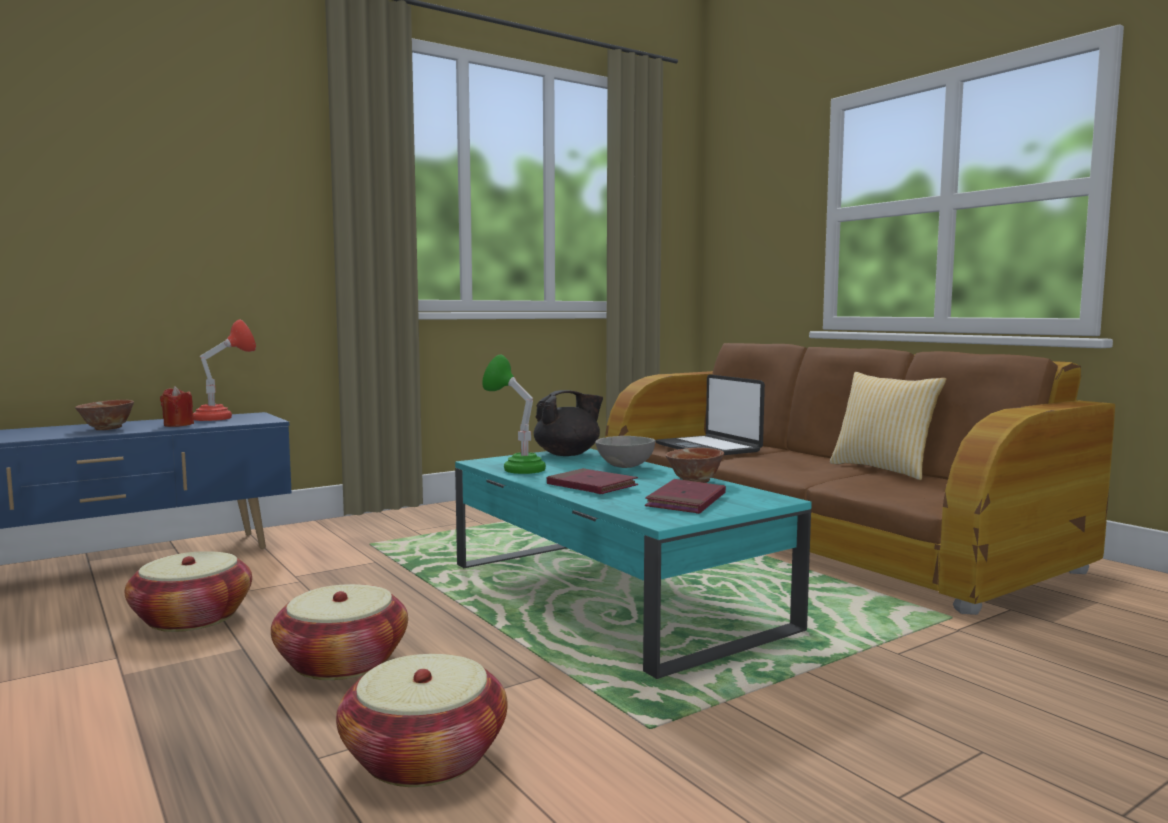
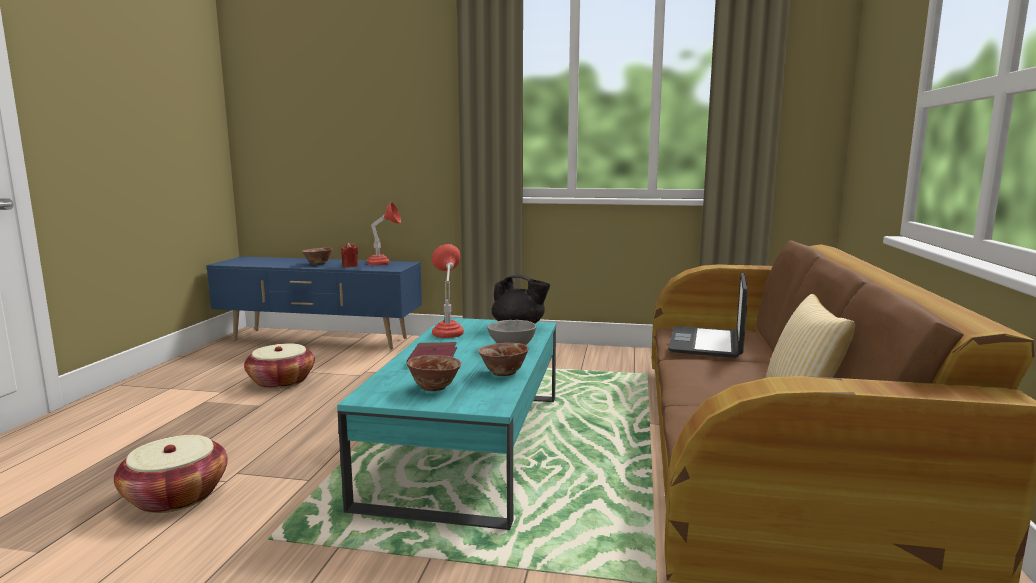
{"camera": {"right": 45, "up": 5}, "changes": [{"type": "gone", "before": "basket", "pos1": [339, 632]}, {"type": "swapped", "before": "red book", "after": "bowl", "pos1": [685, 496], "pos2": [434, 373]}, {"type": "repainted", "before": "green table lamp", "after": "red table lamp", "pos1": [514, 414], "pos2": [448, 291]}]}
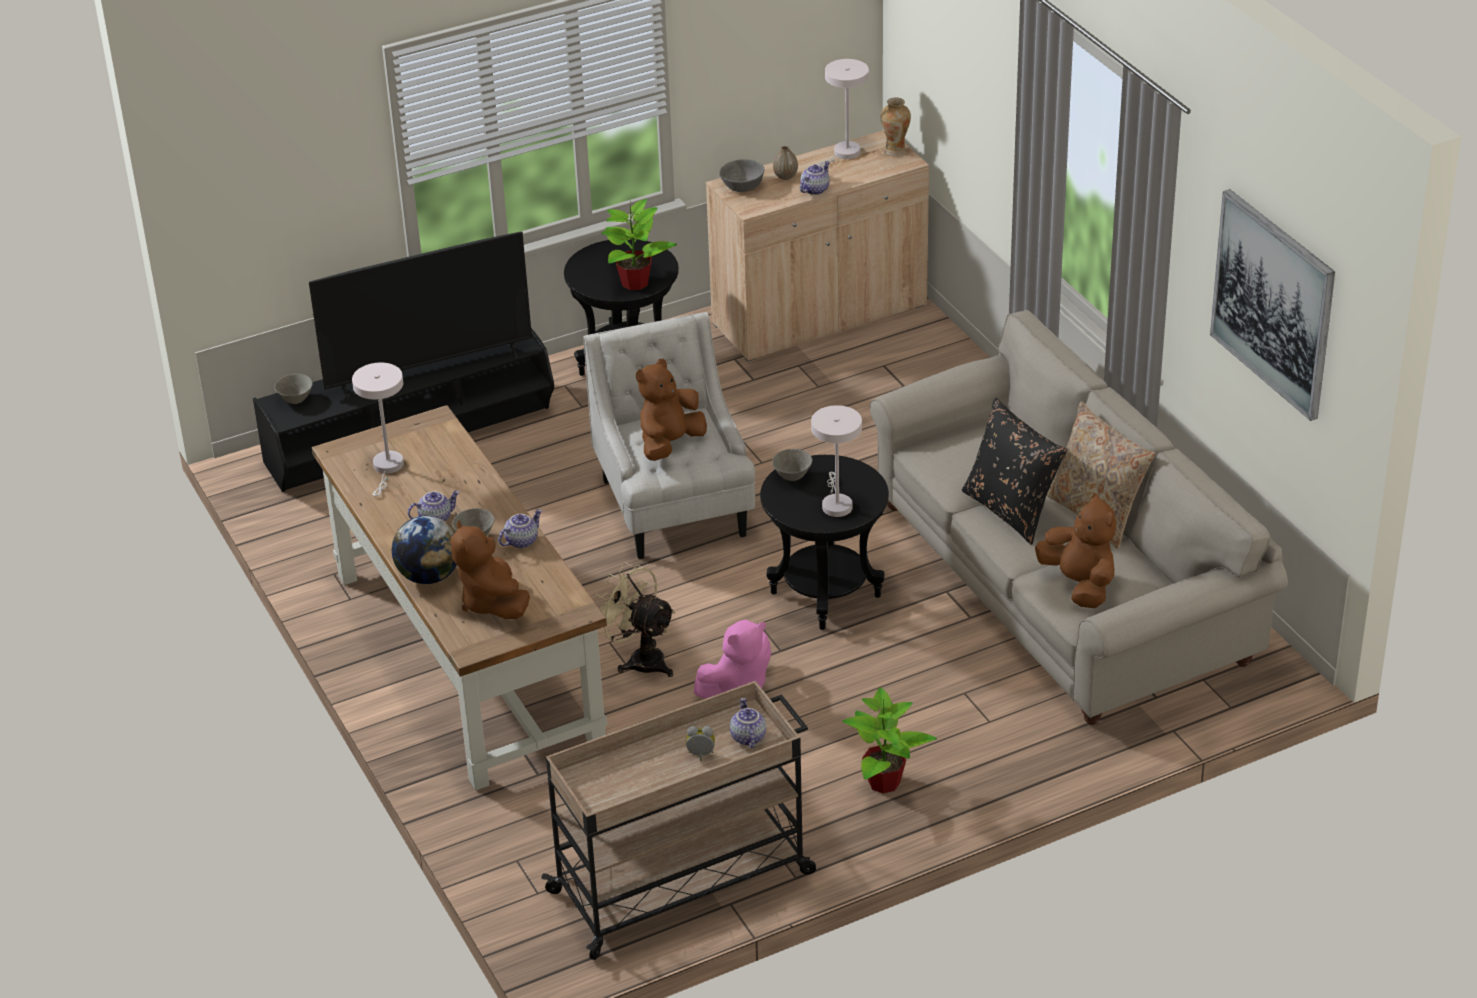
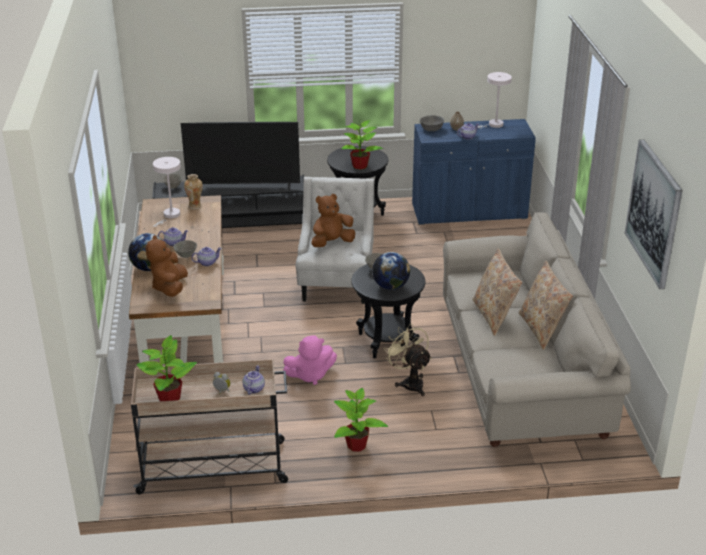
{"camera": {"right": 20, "up": -5}, "changes": [{"type": "gone", "before": "brown plush toy", "pos1": [1075, 550]}, {"type": "new", "after": "potted plant", "pos2": [167, 368]}, {"type": "shifted", "before": "beige fan", "pos1": [635, 620], "pos2": [408, 360]}, {"type": "shifted", "before": "vase", "pos1": [896, 126], "pos2": [193, 192]}, {"type": "swapped", "before": "white table lamp", "after": "globe", "pos1": [836, 461], "pos2": [391, 271]}, {"type": "repainted", "before": "beige cabinet", "after": "blue cabinet", "pos1": [817, 246], "pos2": [474, 172]}, {"type": "repainted", "before": "black pillow", "after": "beige pillow", "pos1": [1014, 471], "pos2": [497, 292]}]}
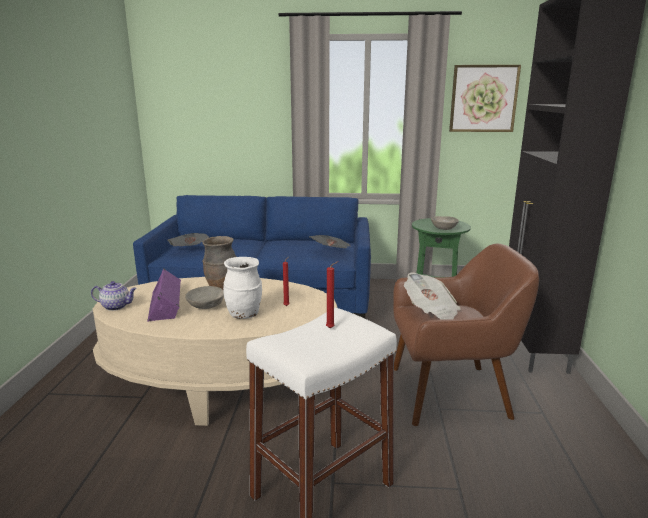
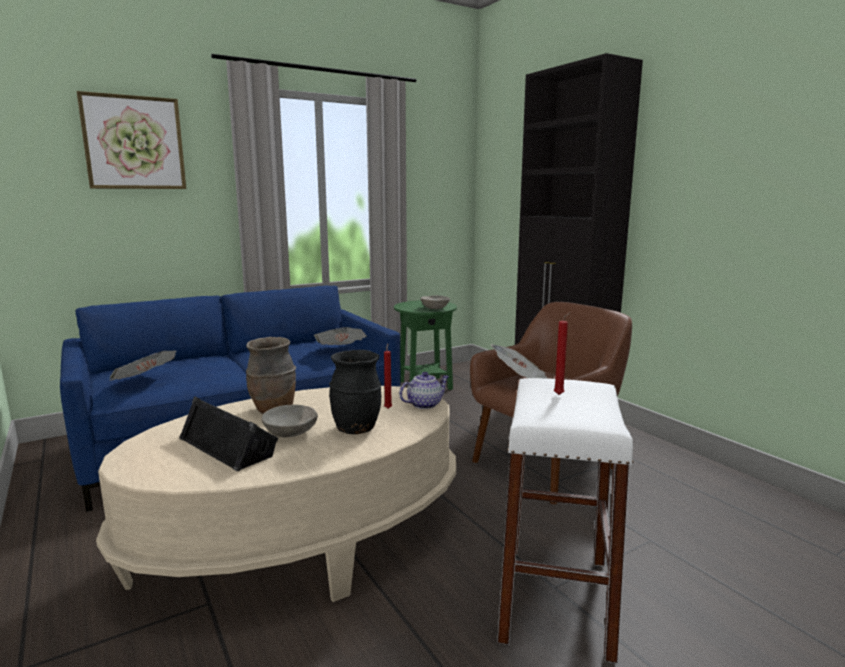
{"camera": {"right": -35, "up": -5}, "changes": [{"type": "shifted", "before": "teapot", "pos1": [114, 296], "pos2": [424, 390]}, {"type": "shifted", "before": "picture", "pos1": [485, 98], "pos2": [131, 140]}, {"type": "repainted", "before": "purple speaker", "after": "black speaker", "pos1": [164, 295], "pos2": [228, 433]}, {"type": "repainted", "before": "white vase", "after": "black vase", "pos1": [242, 288], "pos2": [355, 392]}]}
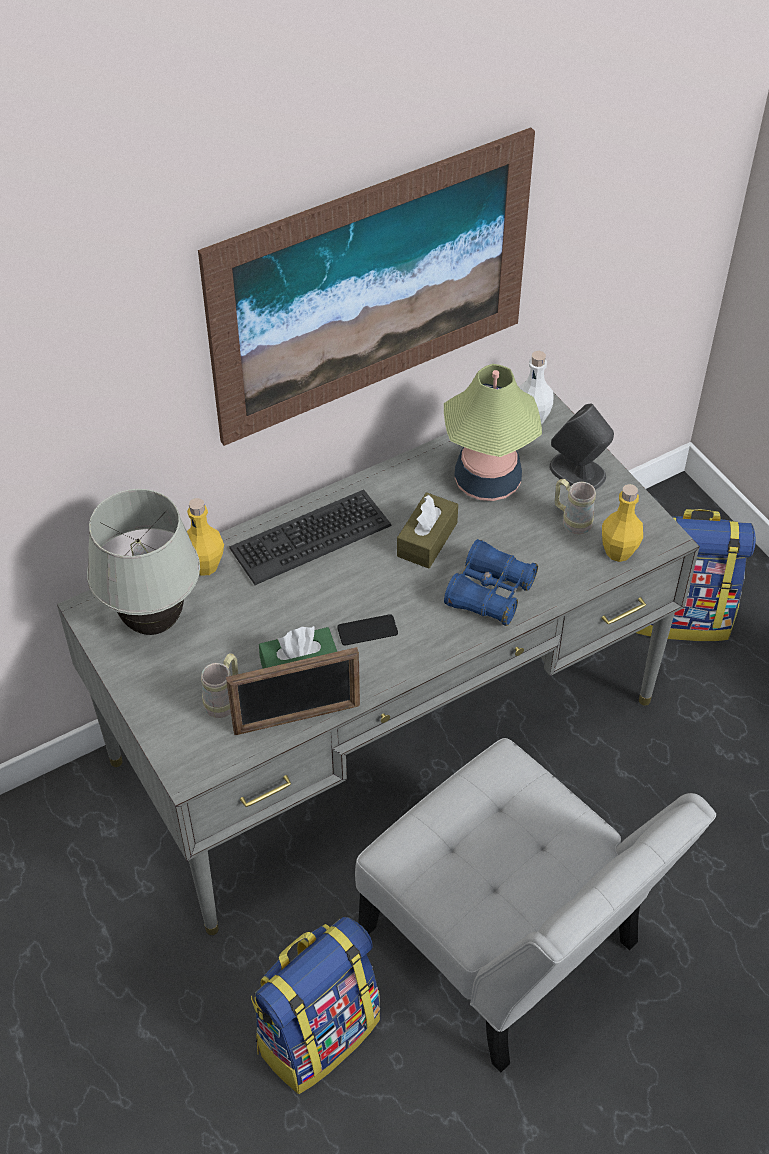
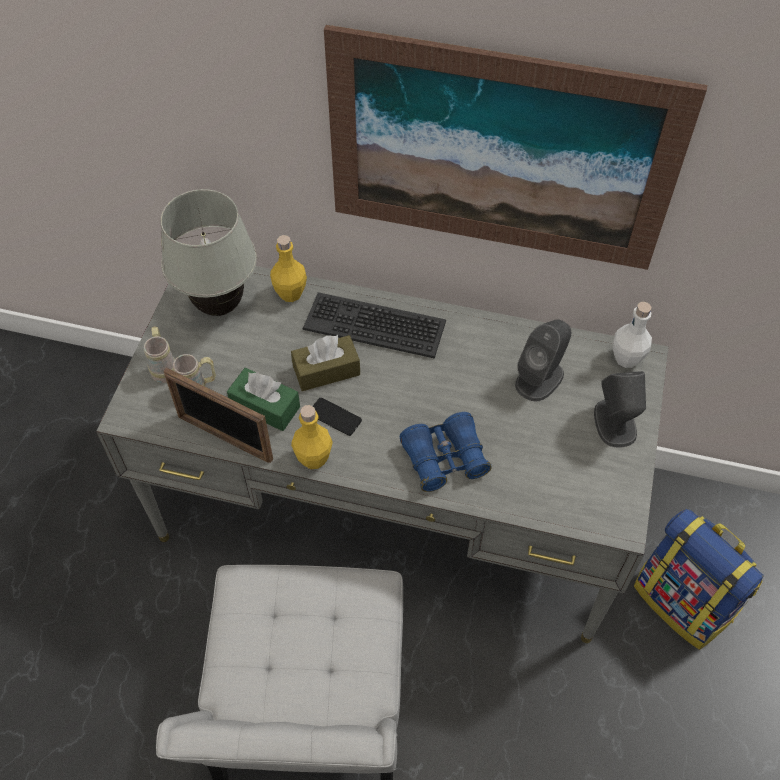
{"camera": {"right": 45, "up": 5}, "changes": [{"type": "gone", "before": "backpack", "pos1": [315, 1005]}, {"type": "shifted", "before": "brown tissue box", "pos1": [427, 530], "pos2": [325, 363]}, {"type": "shifted", "before": "beige mug", "pos1": [575, 506], "pos2": [159, 354]}, {"type": "shifted", "before": "yellow bottle", "pos1": [622, 523], "pos2": [312, 437]}, {"type": "swapped", "before": "table lamp", "after": "grey speaker", "pos1": [493, 432], "pos2": [543, 360]}]}
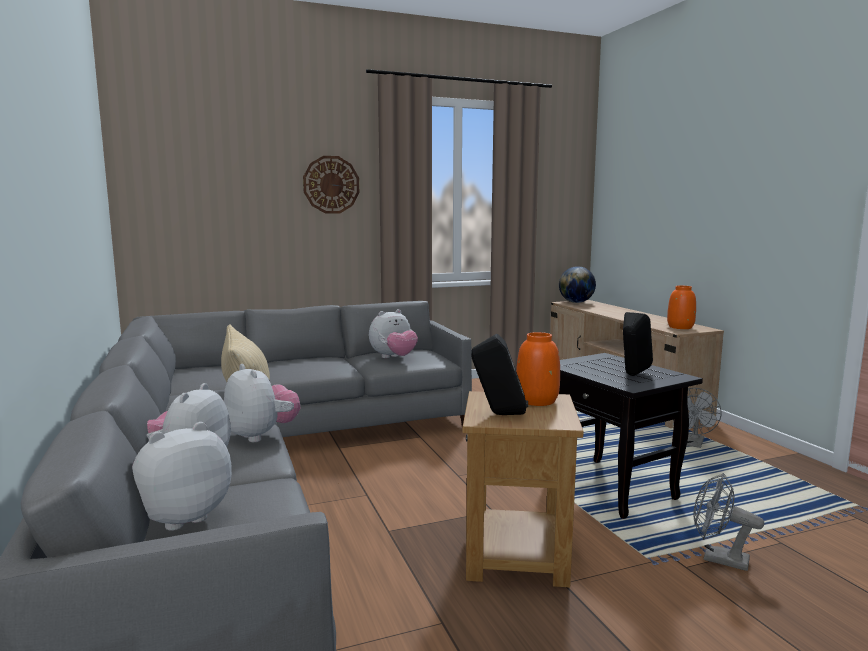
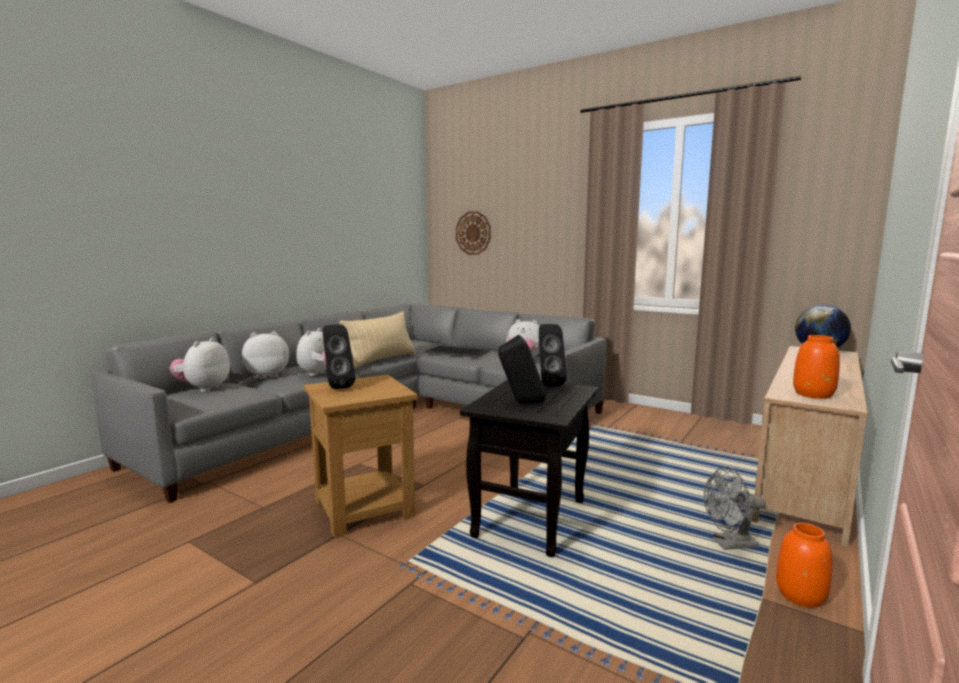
{"camera": {"right": 55, "up": 0}, "changes": [{"type": "gone", "before": "grey fan", "pos1": [728, 522]}, {"type": "new", "after": "tray", "pos2": [457, 351]}, {"type": "new", "after": "black speaker", "pos2": [553, 355]}, {"type": "shifted", "before": "wall clock", "pos1": [331, 184], "pos2": [473, 233]}, {"type": "shifted", "before": "orange vase", "pos1": [538, 369], "pos2": [804, 565]}, {"type": "rotated", "before": "plush toy", "pos1": [182, 476], "pos2": [199, 365], "turn": -90}]}
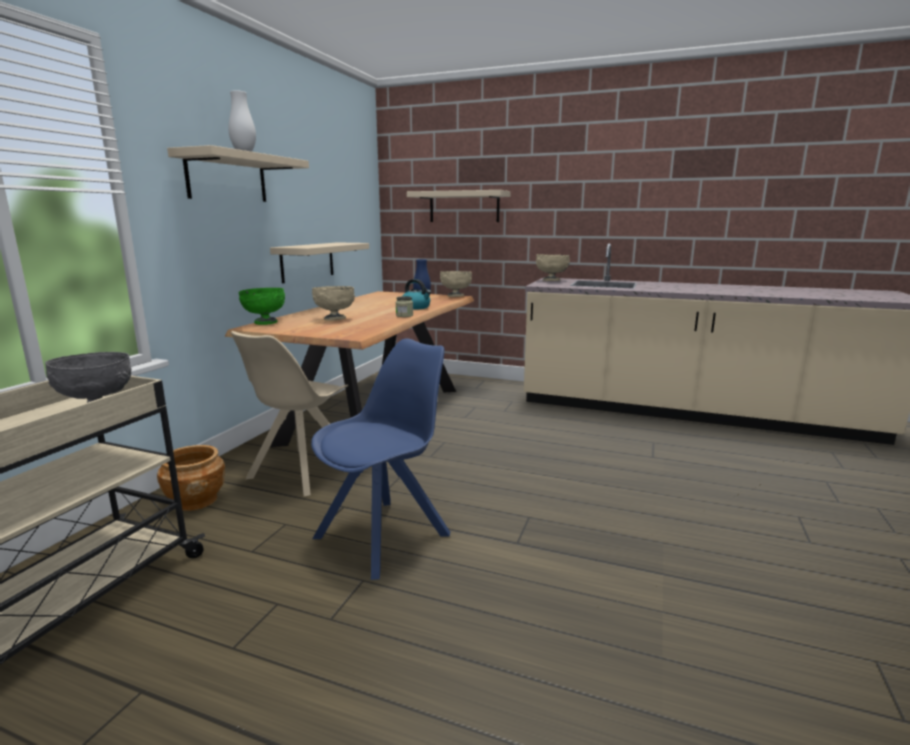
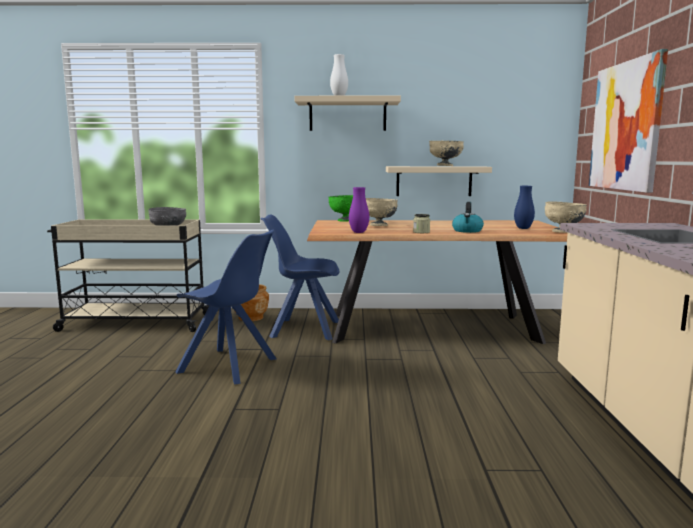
{"camera": {"right": 70, "up": -5}, "changes": [{"type": "new", "after": "purple vase", "pos2": [359, 210]}, {"type": "shifted", "before": "beige bowl", "pos1": [553, 267], "pos2": [446, 153]}, {"type": "swapped", "before": "beige shelf", "after": "picture", "pos1": [458, 206], "pos2": [628, 121]}, {"type": "repainted", "before": "beige chair", "after": "blue chair", "pos1": [289, 413], "pos2": [300, 277]}]}
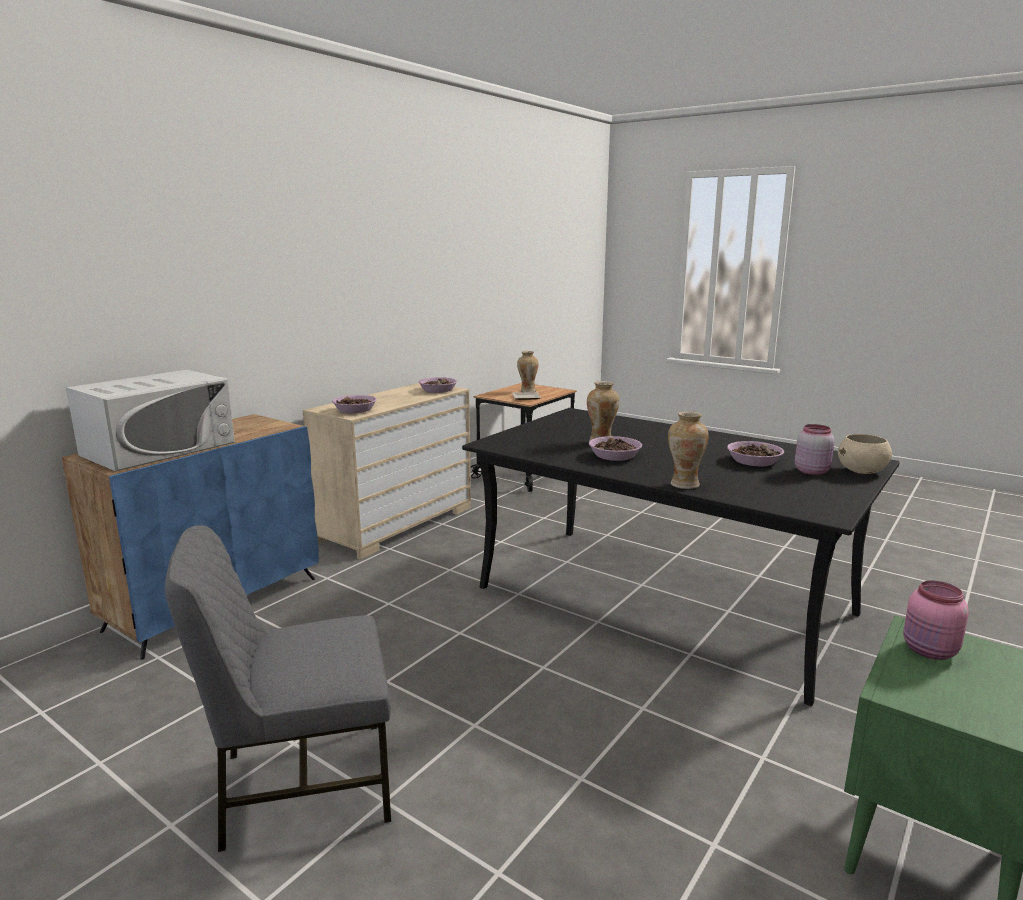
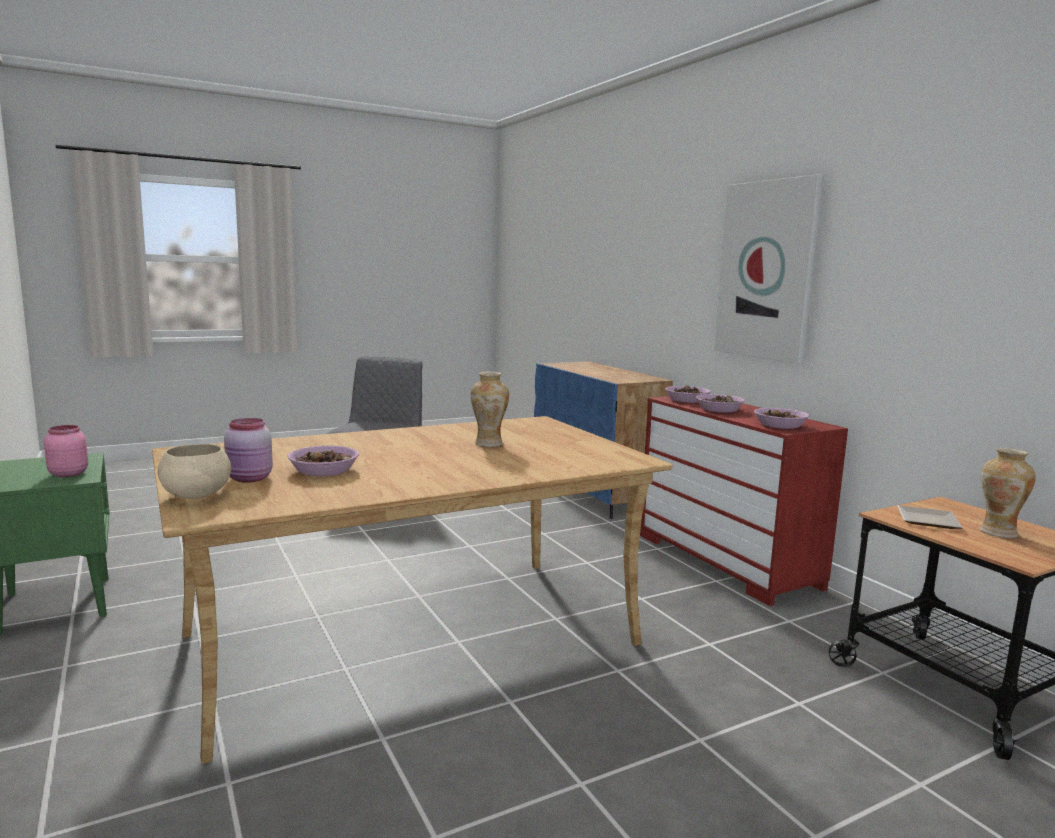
{"camera": {"right": 115, "up": -5}, "changes": [{"type": "gone", "before": "white microwave", "pos1": [150, 420]}, {"type": "gone", "before": "vase", "pos1": [688, 450]}, {"type": "new", "after": "picture", "pos2": [769, 269]}, {"type": "shifted", "before": "bowl", "pos1": [615, 448], "pos2": [720, 403]}, {"type": "repainted", "before": "beige dresser", "after": "red dresser", "pos1": [387, 471], "pos2": [744, 501]}, {"type": "repainted", "before": "black dining table", "after": "beige dining table", "pos1": [681, 557], "pos2": [412, 590]}]}
